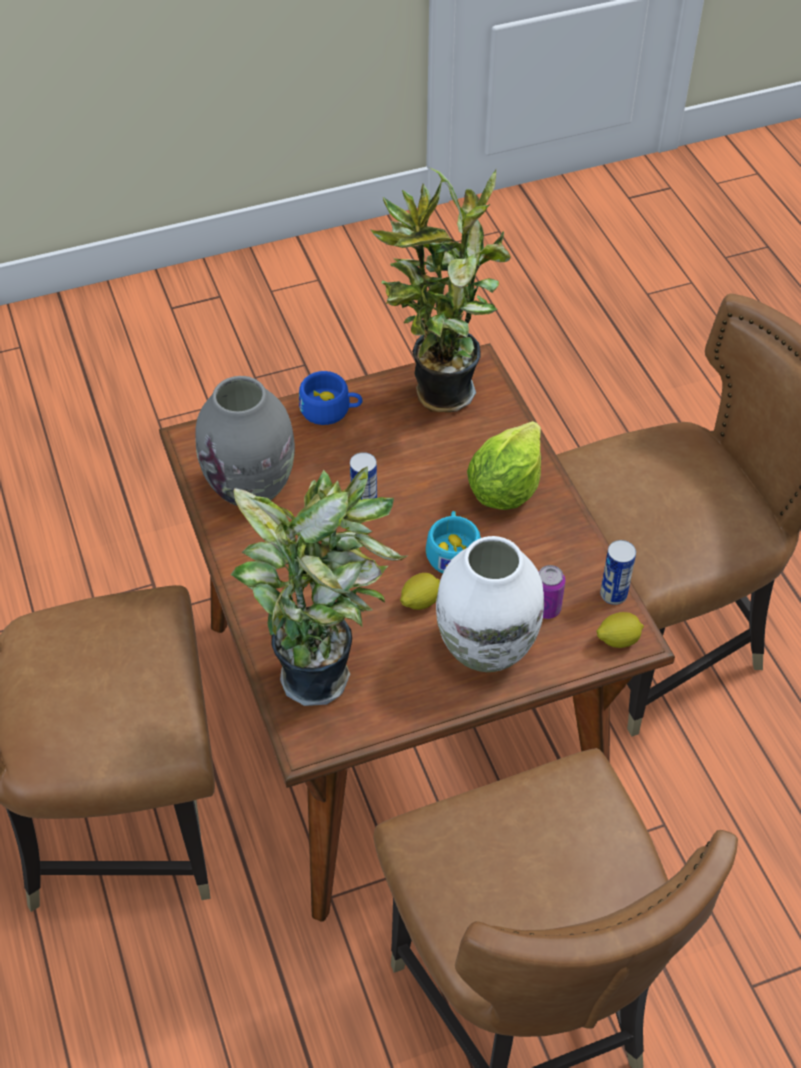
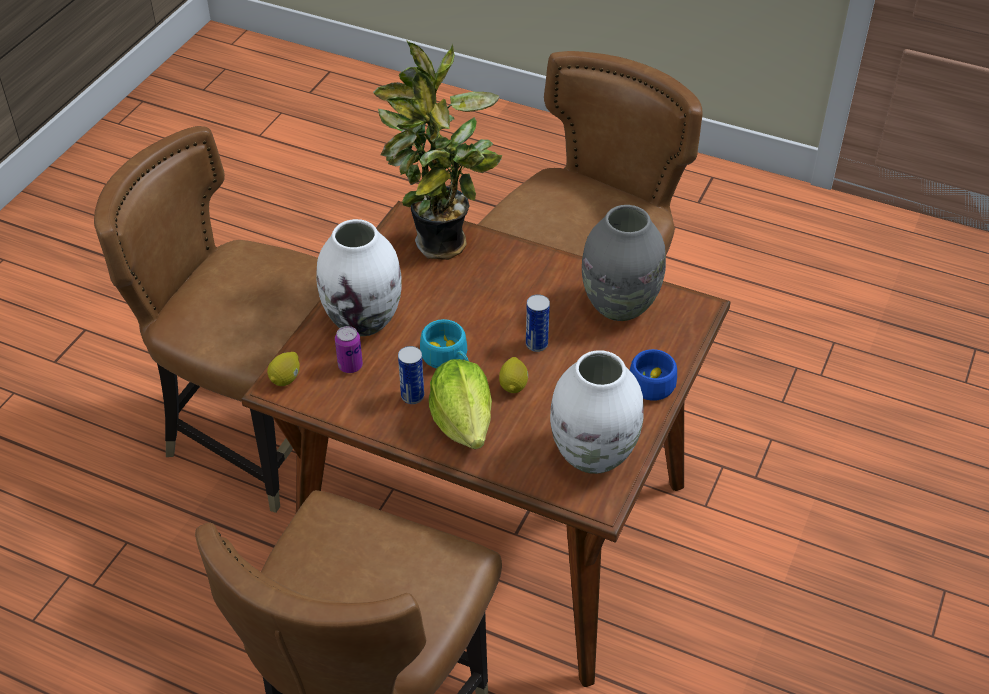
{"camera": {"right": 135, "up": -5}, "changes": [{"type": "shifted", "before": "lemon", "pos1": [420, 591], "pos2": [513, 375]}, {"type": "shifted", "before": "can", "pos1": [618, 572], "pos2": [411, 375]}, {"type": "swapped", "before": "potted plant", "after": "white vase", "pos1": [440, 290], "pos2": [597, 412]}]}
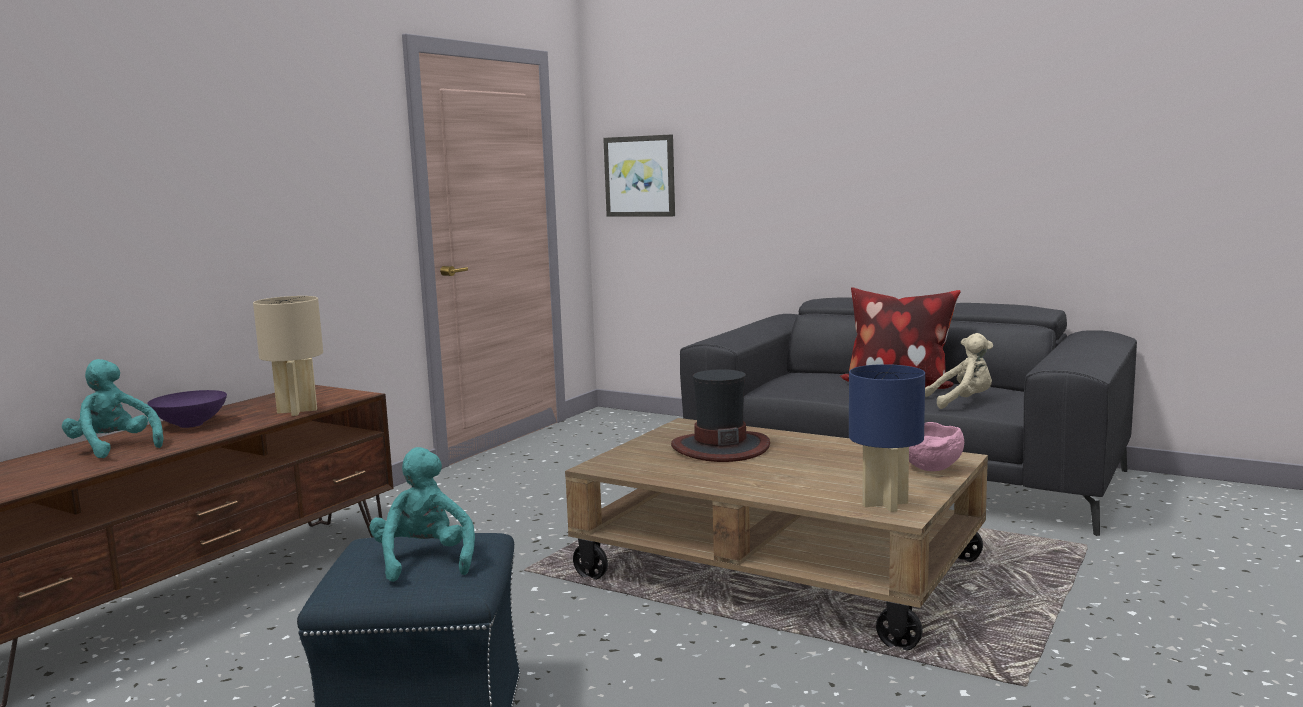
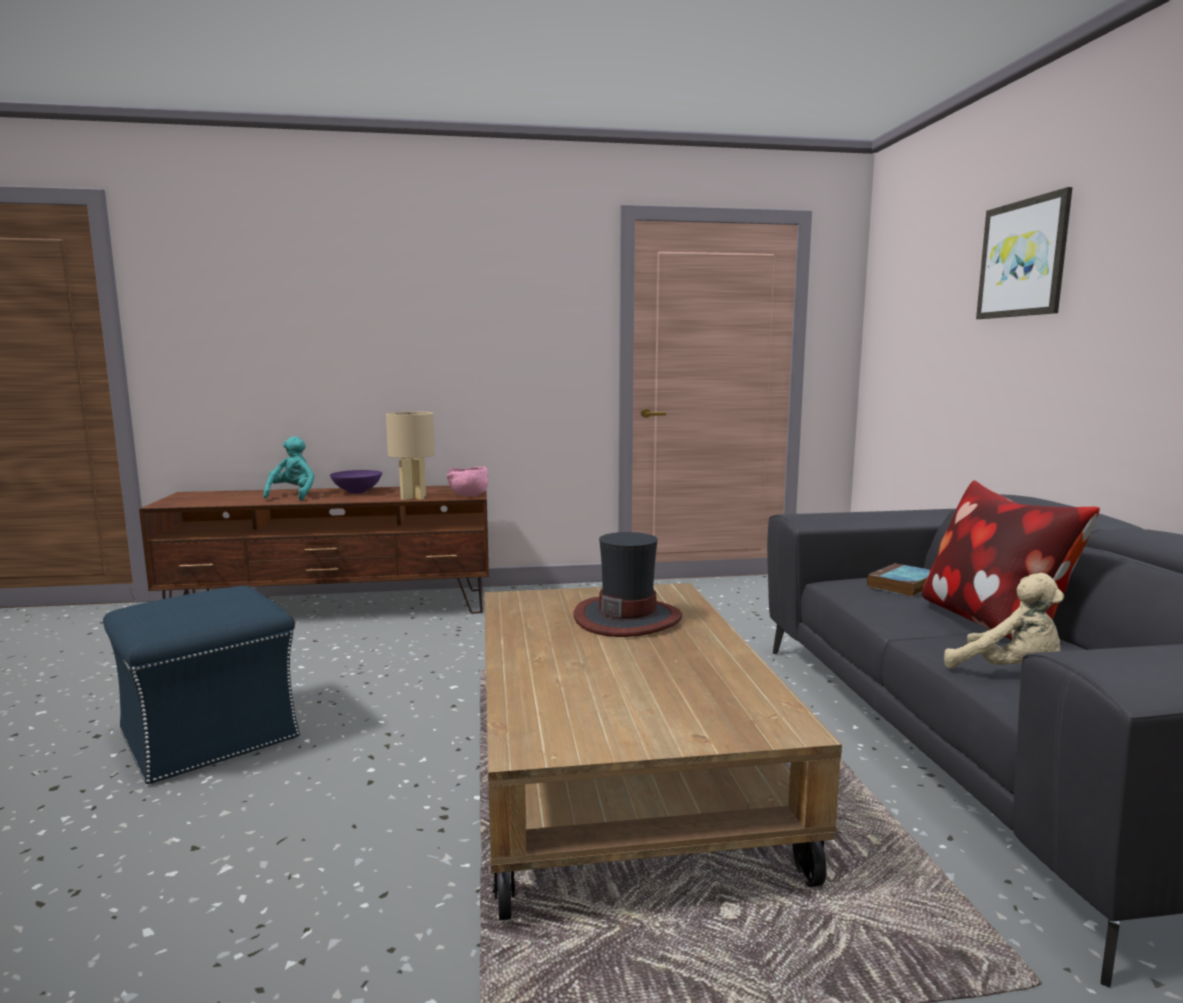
{"camera": {"right": 50, "up": 0}, "changes": [{"type": "gone", "before": "turquoise plush toy", "pos1": [422, 514]}, {"type": "gone", "before": "blue table lamp", "pos1": [887, 438]}, {"type": "new", "after": "book", "pos2": [899, 580]}, {"type": "shifted", "before": "picture", "pos1": [639, 175], "pos2": [1024, 253]}, {"type": "shifted", "before": "pink bowl", "pos1": [936, 446], "pos2": [467, 481]}]}
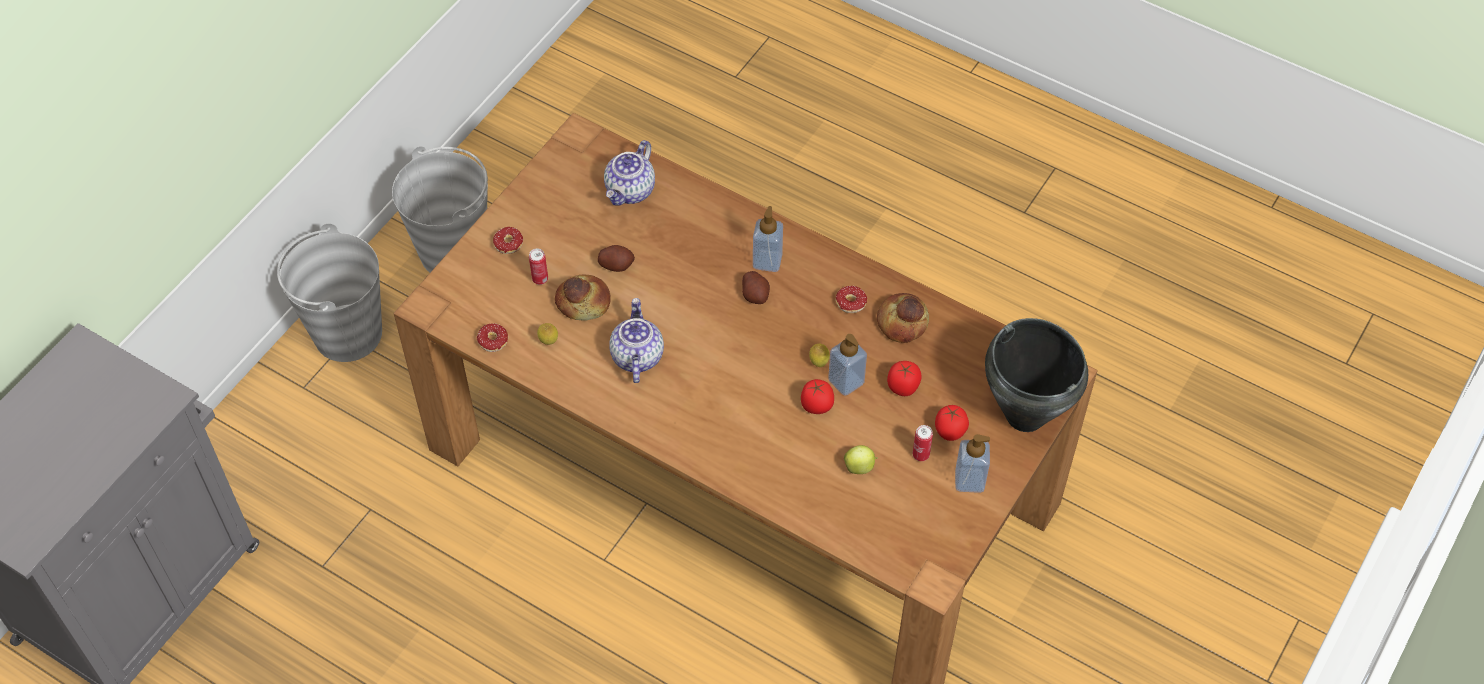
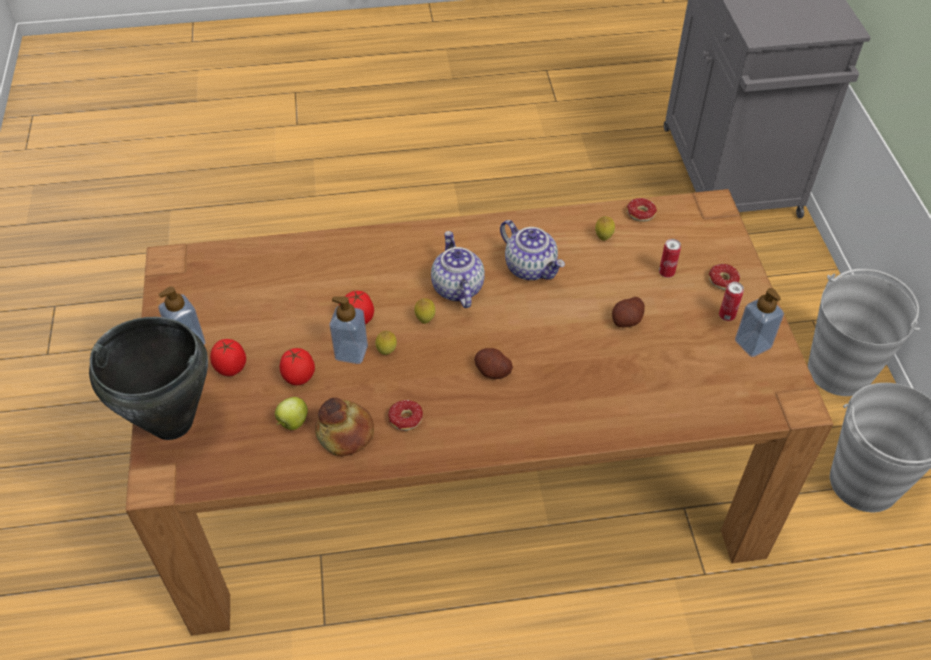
{"camera": {"right": 140, "up": -5}, "changes": [{"type": "gone", "before": "bread", "pos1": [583, 297]}, {"type": "new", "after": "lemon", "pos2": [424, 311]}, {"type": "shifted", "before": "teapot", "pos1": [629, 173], "pos2": [458, 269]}, {"type": "shifted", "before": "soap dispenser", "pos1": [768, 239], "pos2": [759, 322]}, {"type": "shifted", "before": "apple", "pos1": [861, 459], "pos2": [291, 413]}, {"type": "shifted", "before": "can", "pos1": [923, 443], "pos2": [731, 301]}]}
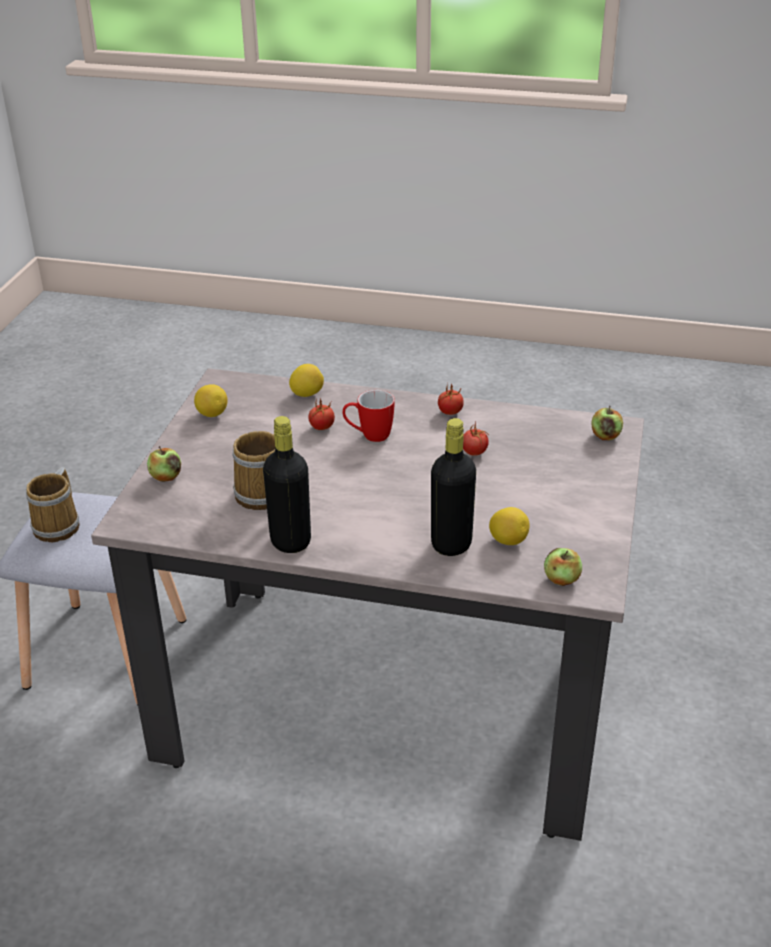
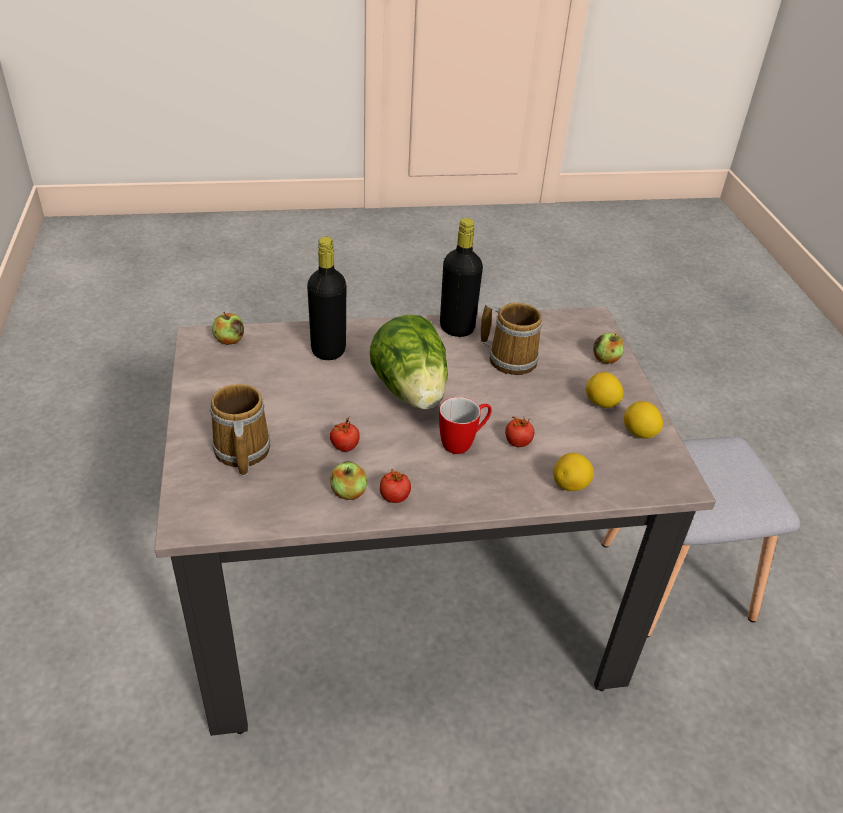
{"camera": {"right": 155, "up": 5}, "changes": [{"type": "new", "after": "lettuce", "pos2": [409, 361]}, {"type": "shifted", "before": "mug", "pos1": [53, 504], "pos2": [240, 430]}, {"type": "shifted", "before": "lemon", "pos1": [509, 526], "pos2": [605, 390]}, {"type": "shifted", "before": "apple", "pos1": [607, 423], "pos2": [348, 480]}]}
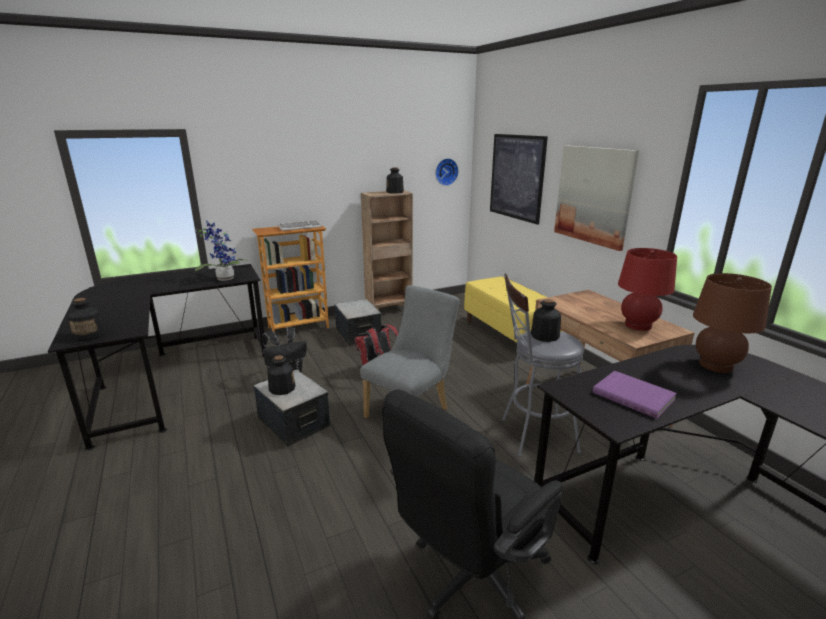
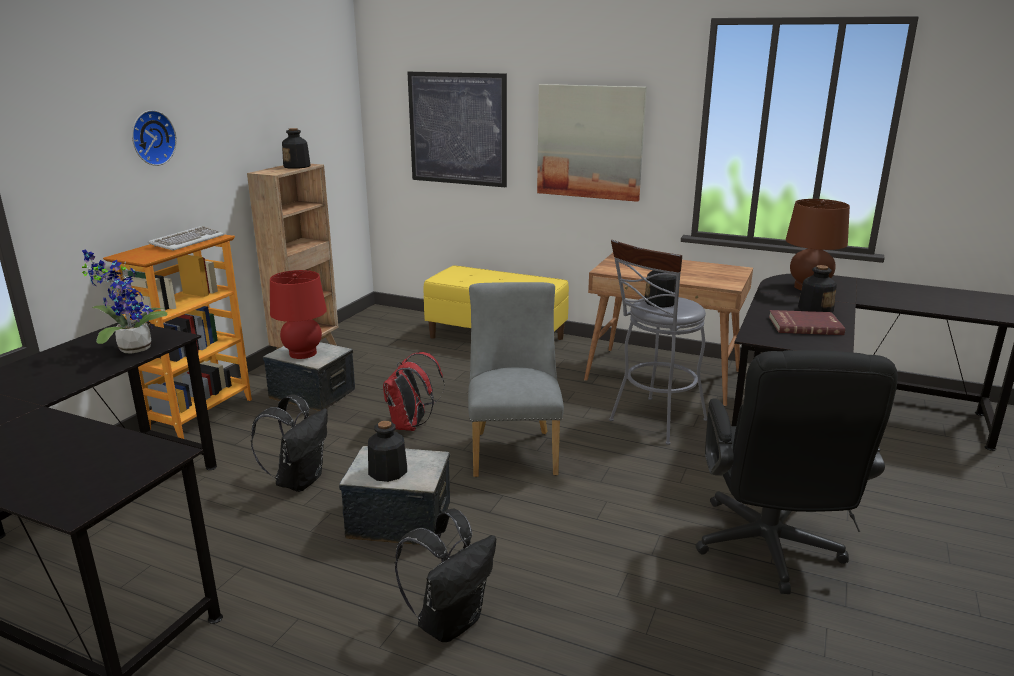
{"camera": {"right": -40, "up": 0}, "changes": [{"type": "new", "after": "black backpack", "pos2": [445, 575]}, {"type": "shifted", "before": "bottle", "pos1": [86, 319], "pos2": [817, 288]}, {"type": "shifted", "before": "wall clock", "pos1": [447, 172], "pos2": [154, 138]}, {"type": "shifted", "before": "red table lamp", "pos1": [647, 289], "pos2": [298, 314]}, {"type": "repainted", "before": "purple book", "after": "red book", "pos1": [635, 395], "pos2": [807, 322]}]}
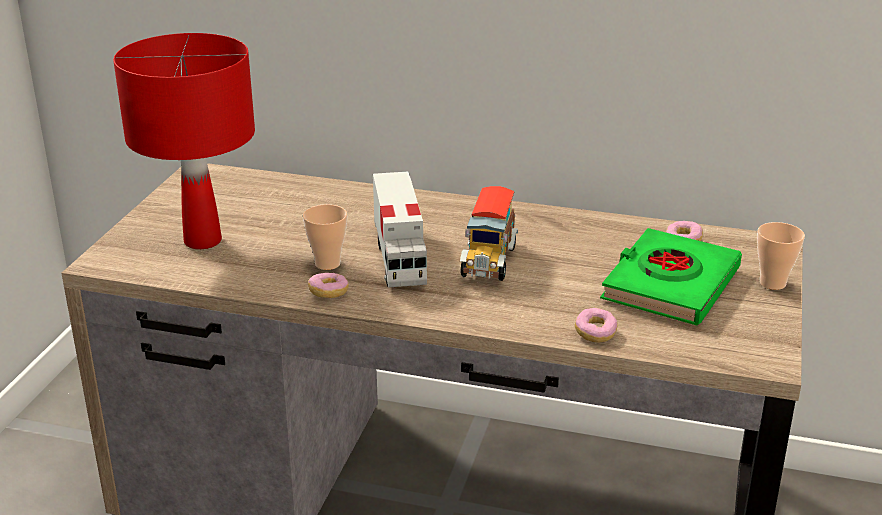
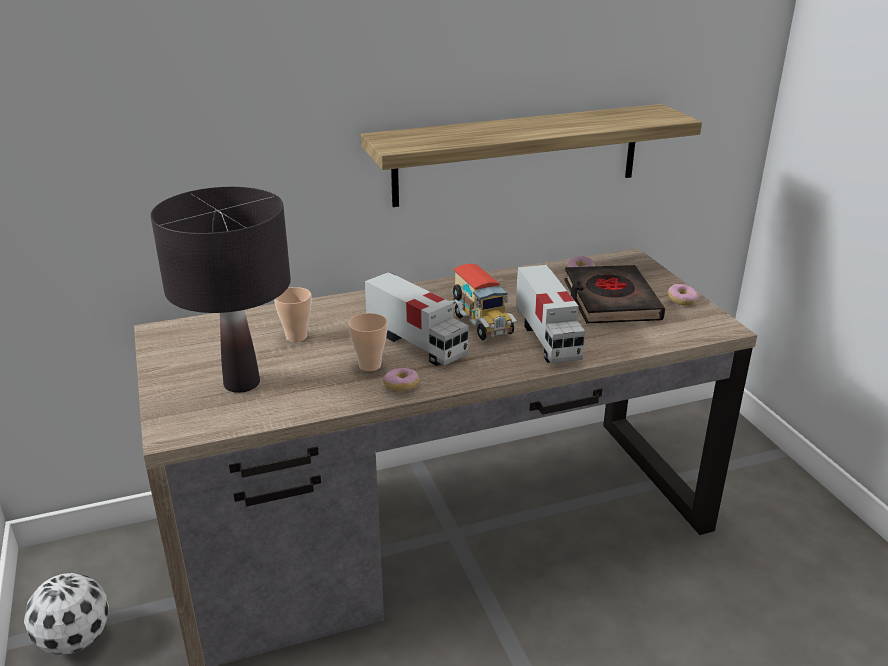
{"camera": {"right": -35, "up": 0}, "changes": [{"type": "new", "after": "football", "pos2": [66, 613]}, {"type": "new", "after": "shelf", "pos2": [531, 155]}, {"type": "new", "after": "toy truck", "pos2": [550, 314]}, {"type": "shifted", "before": "donut", "pos1": [596, 325], "pos2": [683, 295]}, {"type": "shifted", "before": "cup", "pos1": [781, 256], "pos2": [292, 314]}, {"type": "repainted", "before": "red table lamp", "after": "black table lamp", "pos1": [184, 141], "pos2": [221, 290]}, {"type": "repainted", "before": "green book", "after": "black book", "pos1": [671, 276], "pos2": [614, 294]}]}
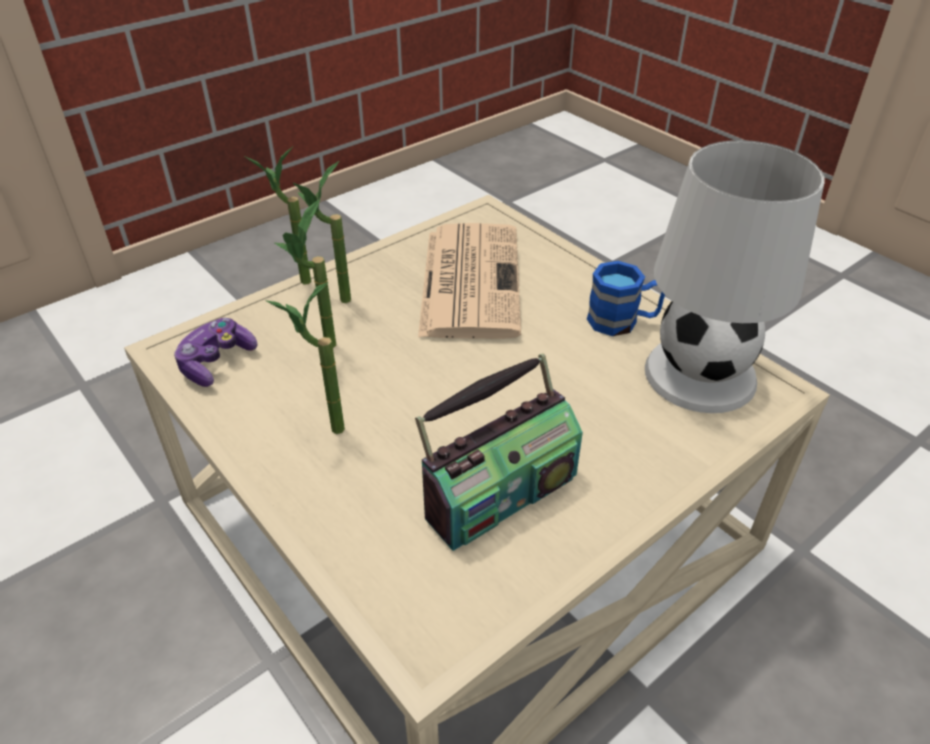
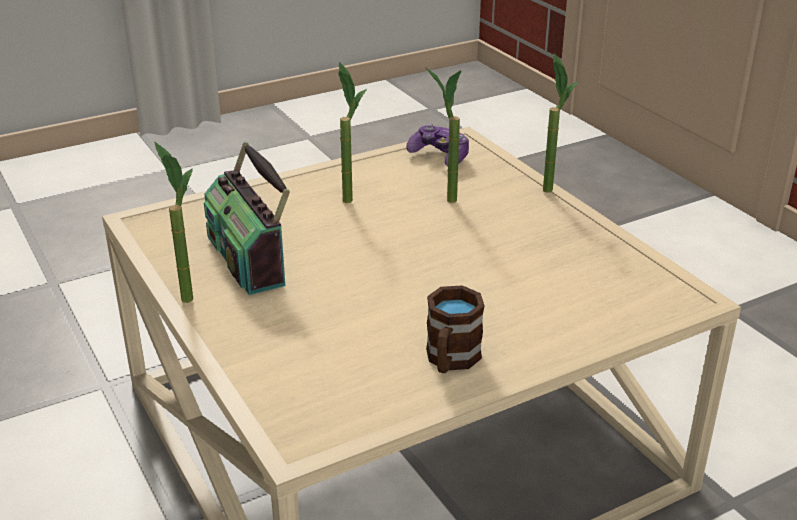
{"camera": {"right": 100, "up": -10}, "changes": [{"type": "gone", "before": "newspaper", "pos1": [469, 281]}, {"type": "gone", "before": "white table lamp", "pos1": [734, 276]}, {"type": "shifted", "before": "potted plant", "pos1": [322, 232], "pos2": [173, 222]}, {"type": "repainted", "before": "blue mug", "after": "brown mug", "pos1": [626, 298], "pos2": [455, 329]}]}
